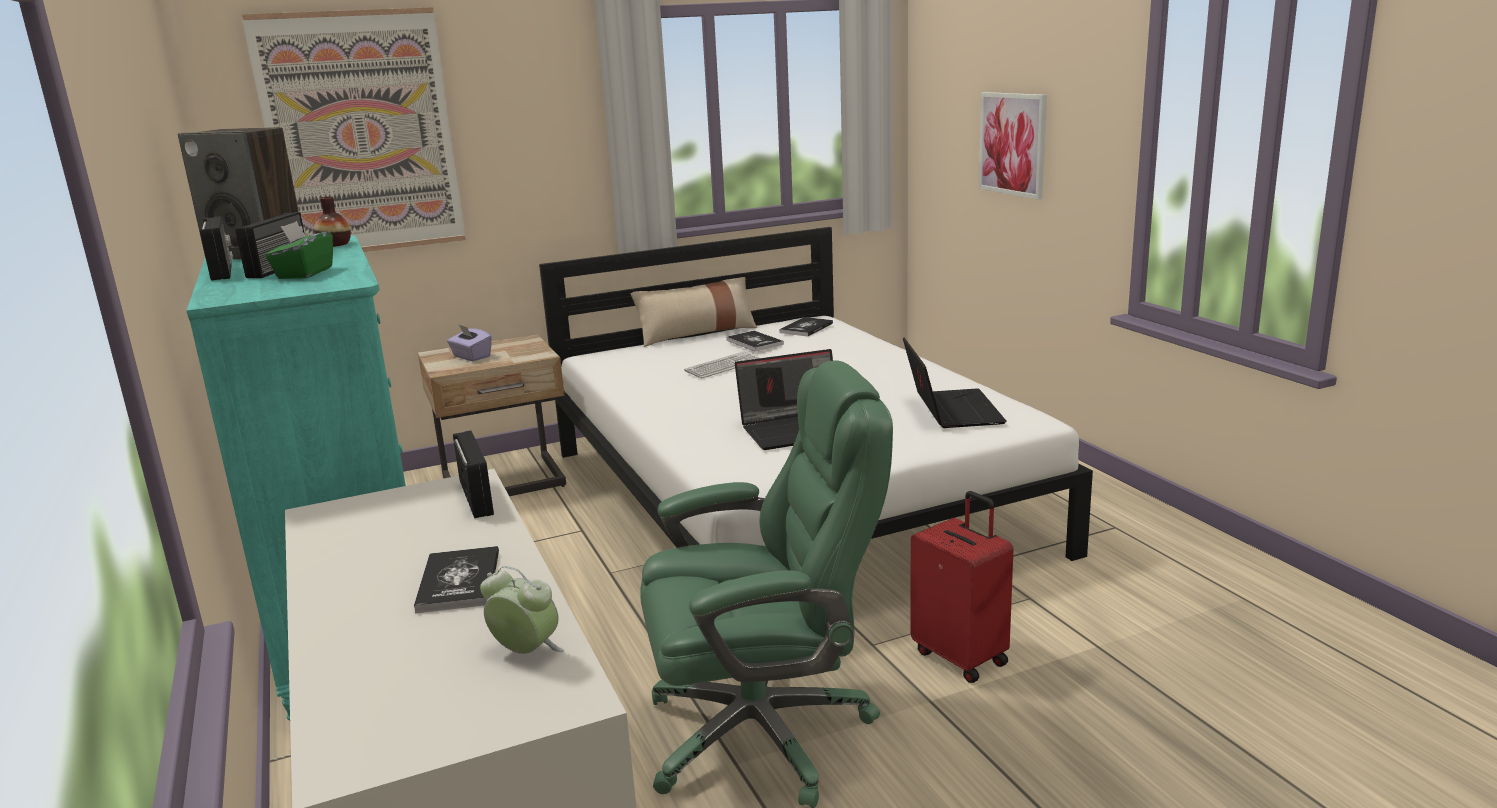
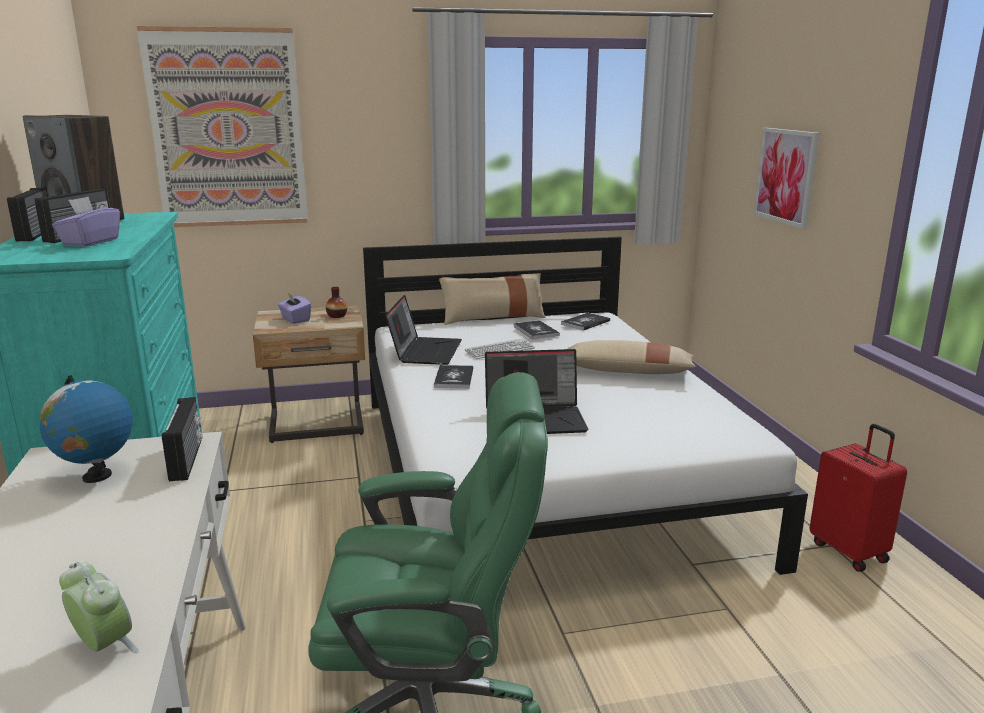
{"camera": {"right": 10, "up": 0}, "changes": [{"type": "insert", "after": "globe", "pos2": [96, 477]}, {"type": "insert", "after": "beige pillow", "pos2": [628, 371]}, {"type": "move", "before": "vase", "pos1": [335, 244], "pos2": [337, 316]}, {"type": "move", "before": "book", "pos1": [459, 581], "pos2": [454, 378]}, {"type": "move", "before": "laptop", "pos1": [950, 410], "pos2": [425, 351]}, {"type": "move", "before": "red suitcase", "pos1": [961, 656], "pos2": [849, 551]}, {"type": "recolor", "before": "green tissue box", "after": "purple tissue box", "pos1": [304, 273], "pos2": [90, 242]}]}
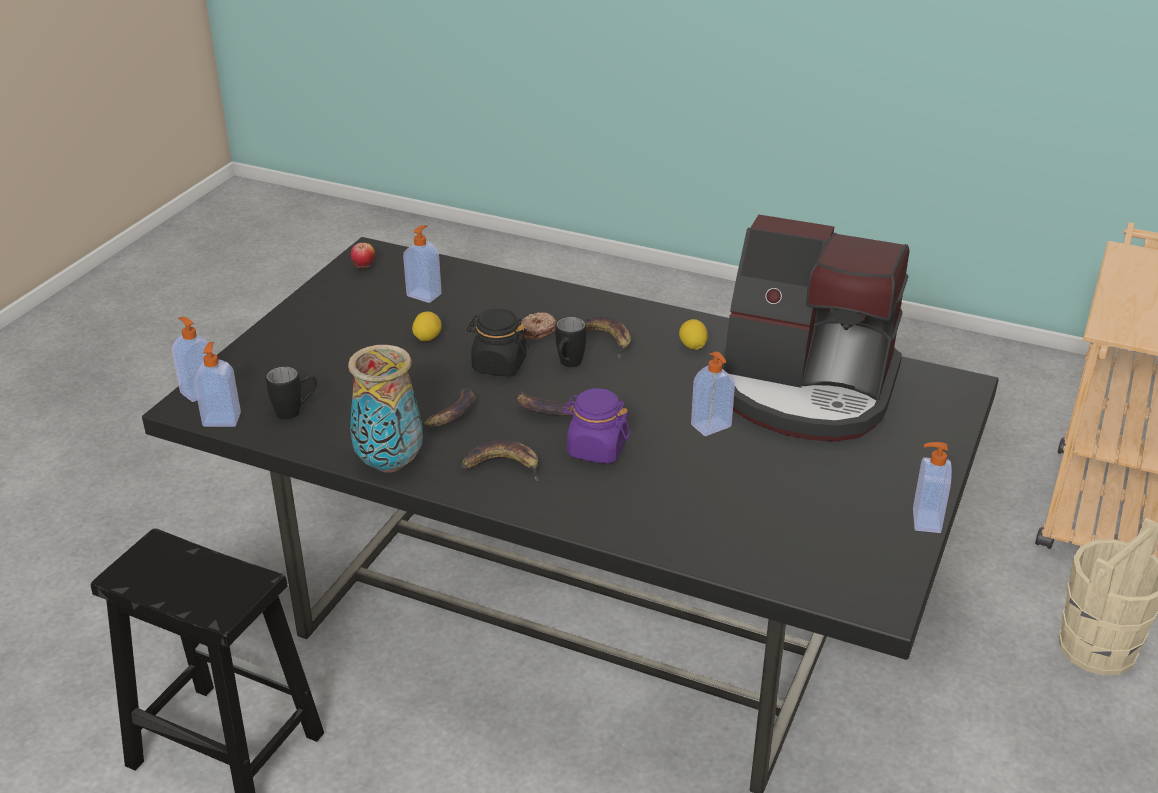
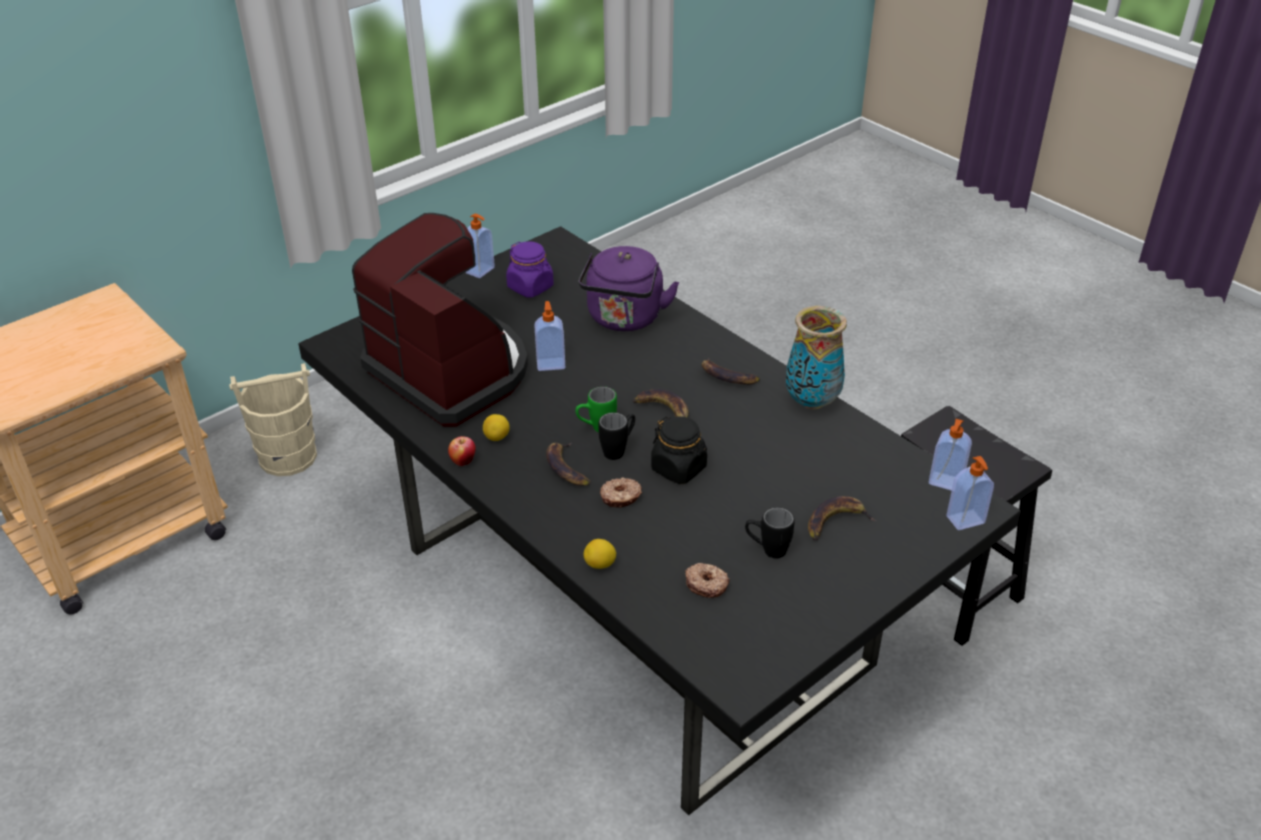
{"camera": {"right": -155, "up": 5}, "changes": [{"type": "insert", "after": "green mug", "pos2": [596, 428]}, {"type": "insert", "after": "purple kettle", "pos2": [624, 319]}, {"type": "move", "before": "black mug", "pos1": [296, 412], "pos2": [767, 550]}, {"type": "move", "before": "apple", "pos1": [364, 267], "pos2": [463, 461]}, {"type": "move", "before": "lemon", "pos1": [427, 338], "pos2": [600, 564]}, {"type": "move", "before": "banana", "pos1": [450, 415], "pos2": [836, 522]}, {"type": "move", "before": "purple jar", "pos1": [596, 449], "pos2": [530, 287]}, {"type": "replace", "before": "soap dispenser", "after": "donut", "pos1": [424, 295], "pos2": [706, 584]}]}
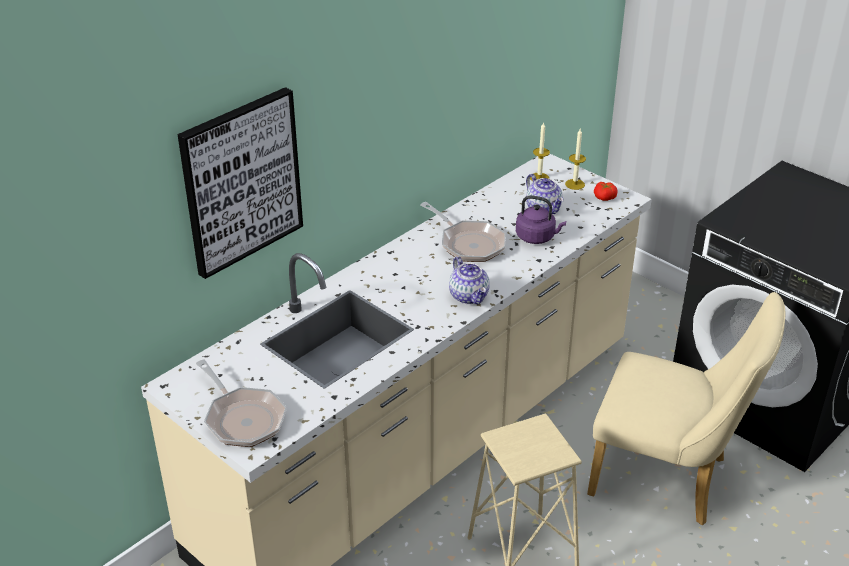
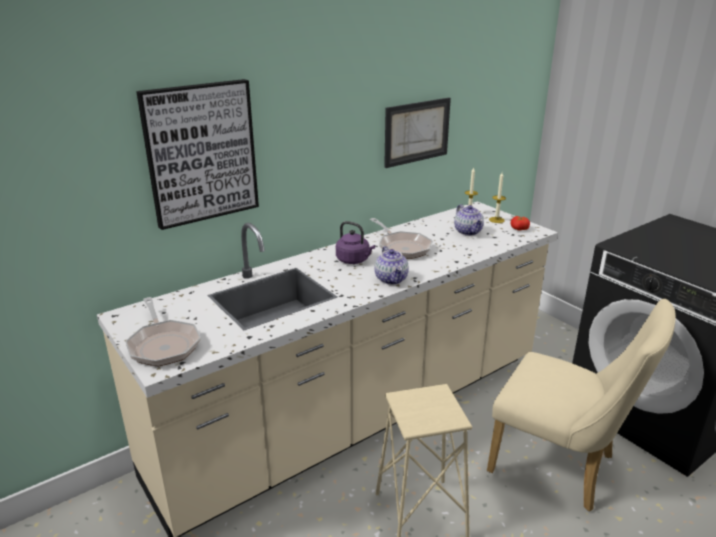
{"camera": {"right": 10, "up": -10}, "changes": [{"type": "insert", "after": "picture", "pos2": [416, 132]}, {"type": "move", "before": "purple kettle", "pos1": [537, 237], "pos2": [354, 260]}]}
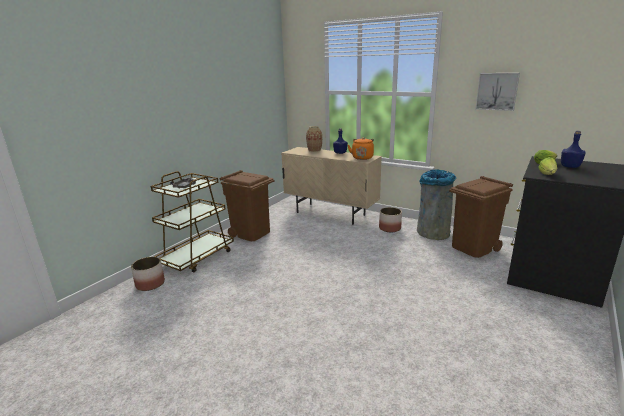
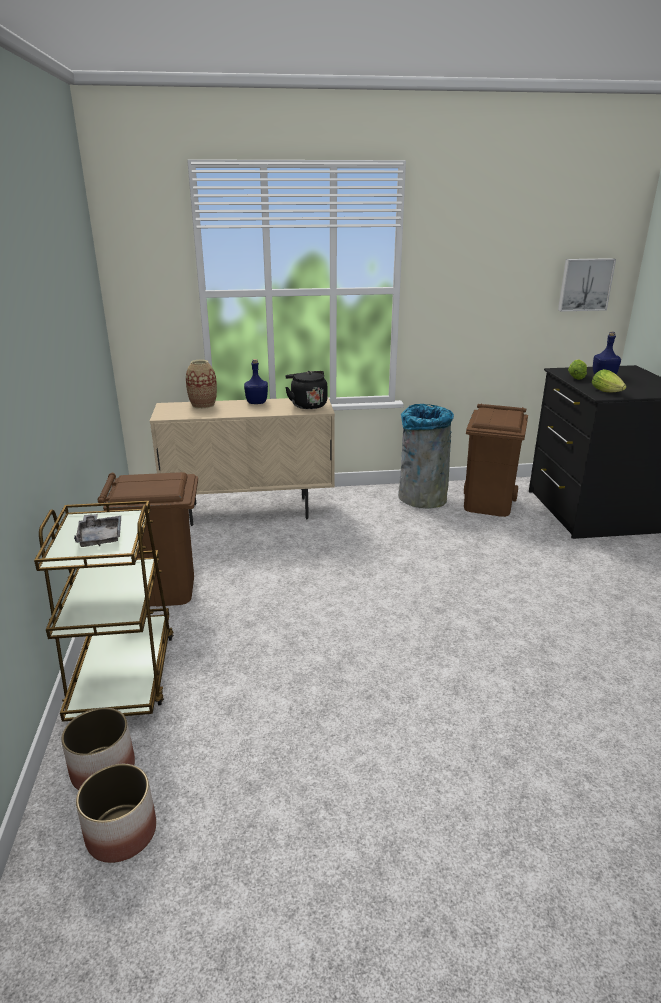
{"camera": {"right": -40, "up": 5}, "changes": [{"type": "move", "before": "planter", "pos1": [390, 228], "pos2": [122, 832]}, {"type": "move", "before": "picture", "pos1": [497, 91], "pos2": [585, 284]}, {"type": "recolor", "before": "orange kettle", "after": "black kettle", "pos1": [362, 157], "pos2": [307, 405]}]}
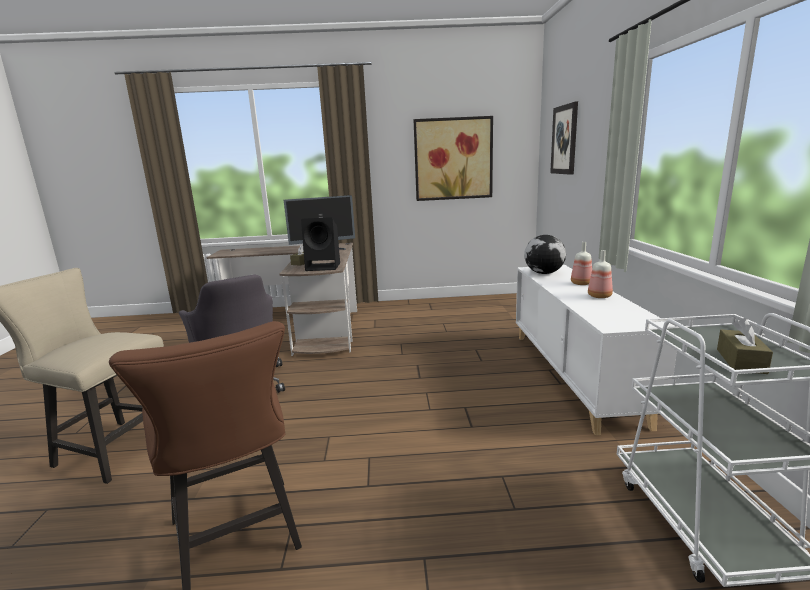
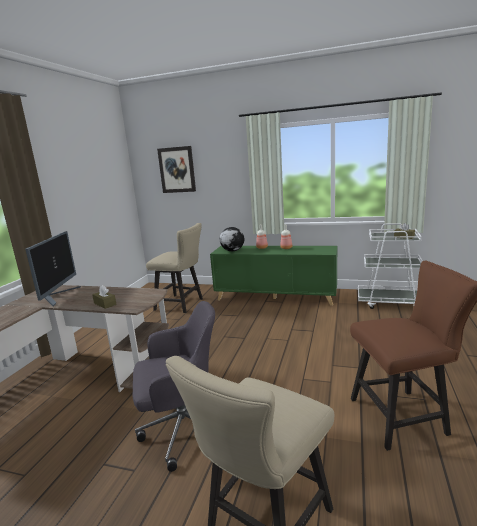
{"camera": {"right": -70, "up": 0}, "changes": [{"type": "delete", "before": "black speaker", "pos1": [324, 267]}, {"type": "delete", "before": "picture", "pos1": [453, 159]}, {"type": "insert", "after": "beige chair", "pos2": [182, 304]}, {"type": "recolor", "before": "white cabinet", "after": "green cabinet", "pos1": [573, 375], "pos2": [275, 297]}]}
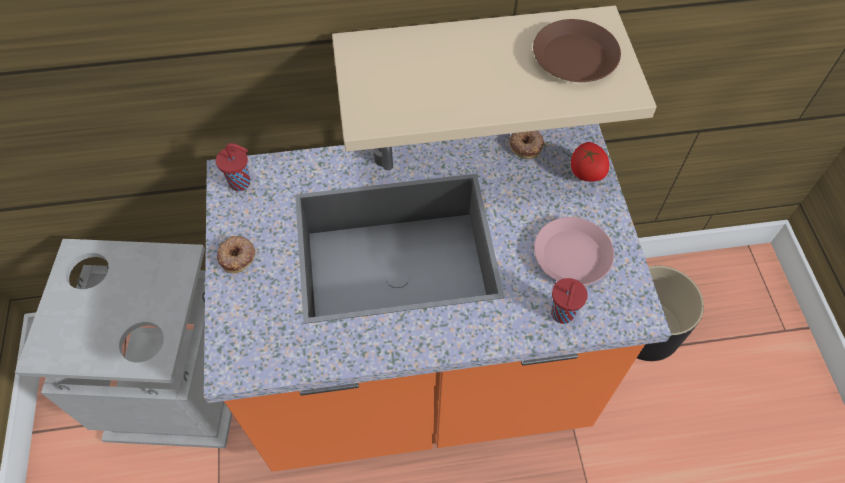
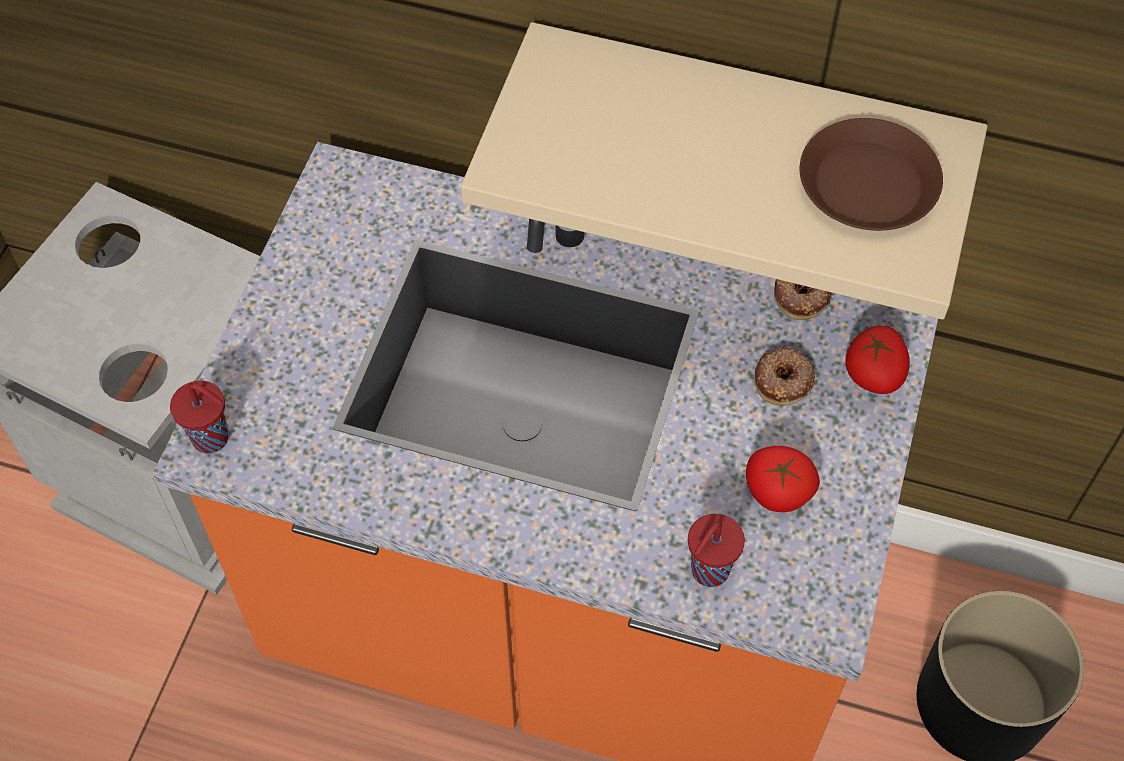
{"camera": {"right": 25, "up": 0}, "changes": [{"type": "move", "before": "red cup", "pos1": [241, 183], "pos2": [213, 439]}, {"type": "move", "before": "donut", "pos1": [237, 256], "pos2": [784, 380]}, {"type": "replace", "before": "pink plate", "after": "tomato", "pos1": [572, 255], "pos2": [776, 492]}]}
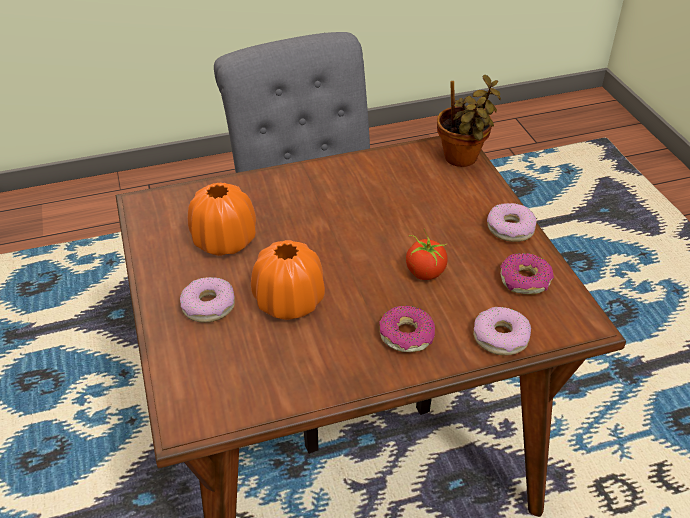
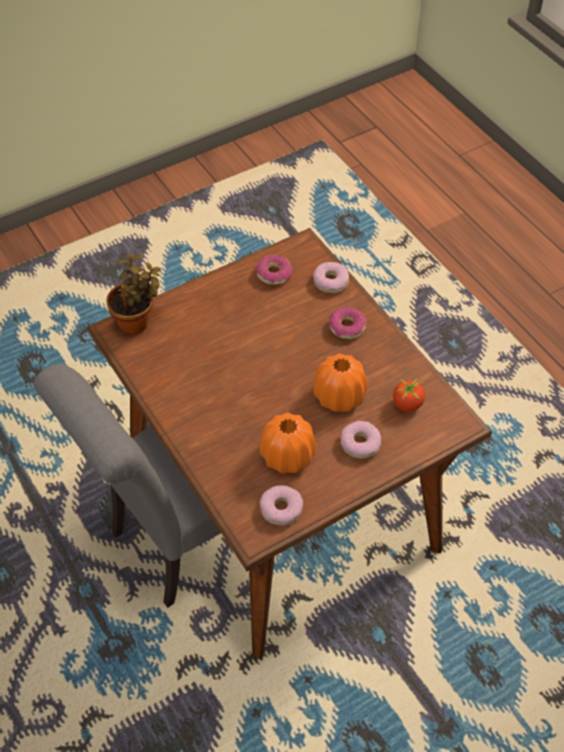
{"camera": {"right": -105, "up": 10}, "changes": [{"type": "move", "before": "tomato", "pos1": [425, 272], "pos2": [407, 404]}, {"type": "move", "before": "donut", "pos1": [510, 228], "pos2": [281, 508]}]}
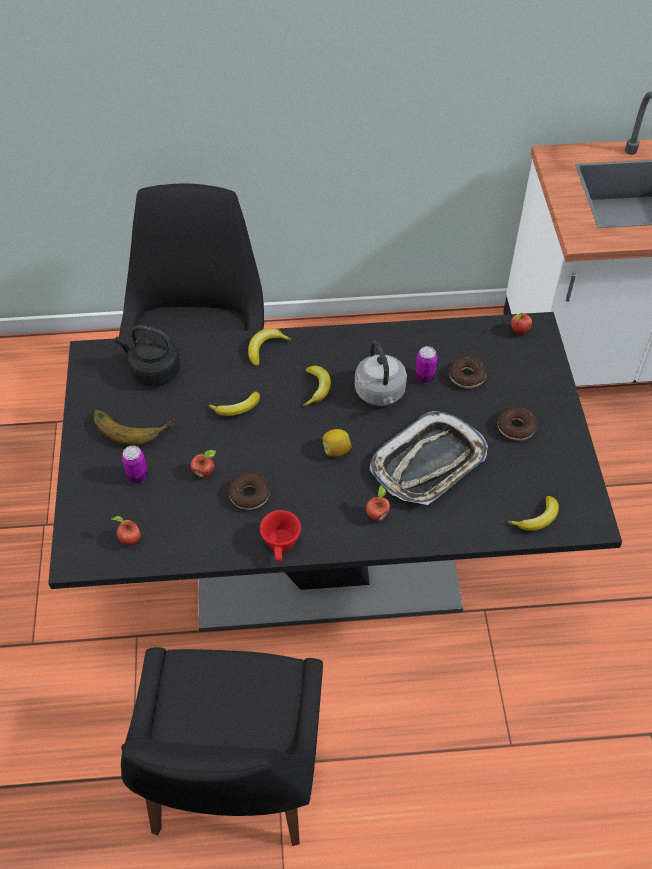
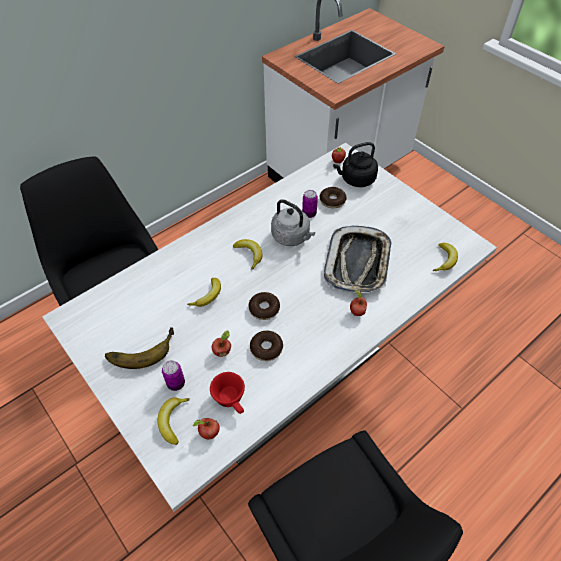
{"camera": {"right": -35, "up": 0}, "changes": [{"type": "delete", "before": "lemon", "pos1": [336, 450]}, {"type": "move", "before": "black kettle", "pos1": [153, 371], "pos2": [356, 179]}, {"type": "move", "before": "banana", "pos1": [265, 348], "pos2": [172, 421]}, {"type": "move", "before": "red cup", "pos1": [281, 546], "pos2": [232, 400]}, {"type": "move", "before": "donut", "pos1": [515, 427], "pos2": [264, 309]}, {"type": "recolor", "before": "black dining table", "after": "white dining table", "pos1": [326, 560], "pos2": [281, 369]}]}
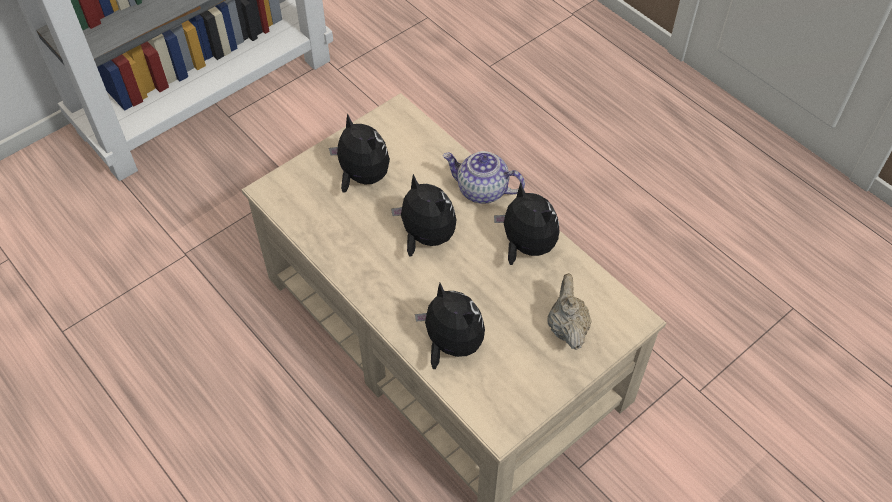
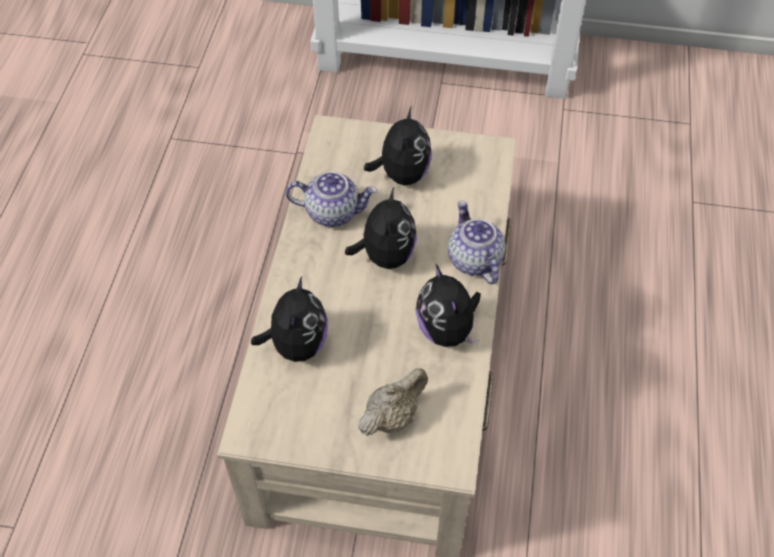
{"camera": {"right": 50, "up": 0}, "changes": [{"type": "insert", "after": "teapot", "pos2": [333, 212]}, {"type": "rotate", "before": "plush toy", "pos1": [526, 246], "pos2": [447, 330], "turn": 150}]}
